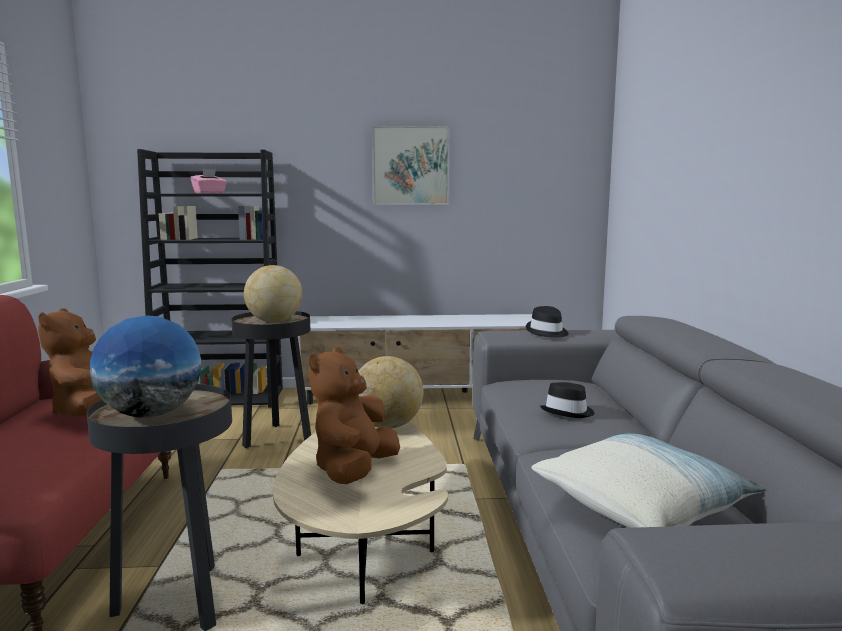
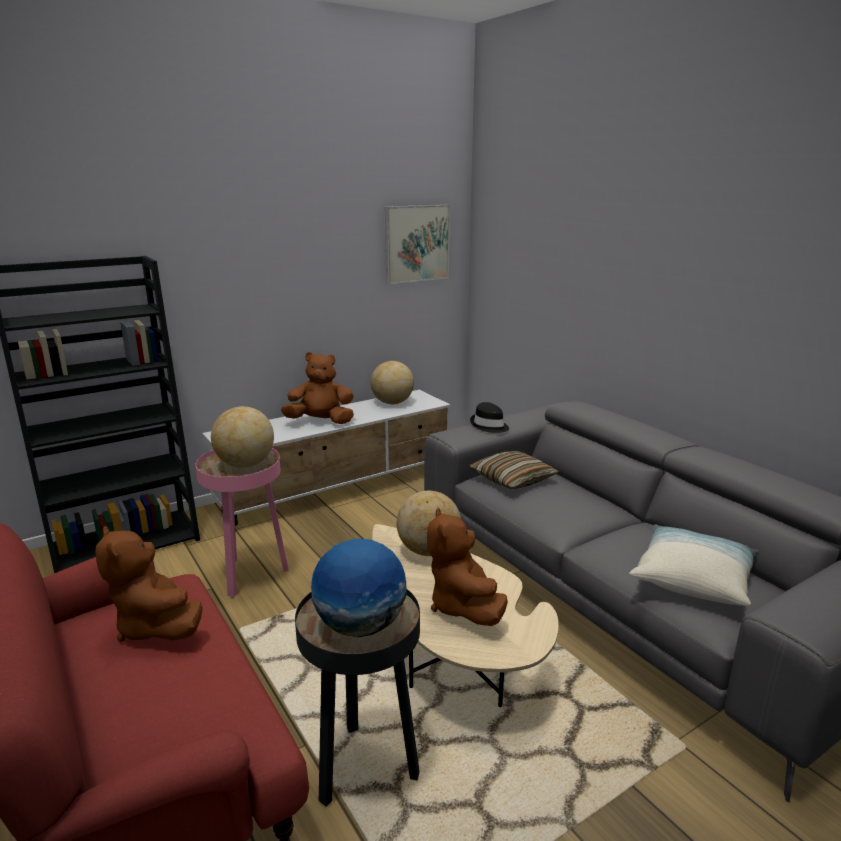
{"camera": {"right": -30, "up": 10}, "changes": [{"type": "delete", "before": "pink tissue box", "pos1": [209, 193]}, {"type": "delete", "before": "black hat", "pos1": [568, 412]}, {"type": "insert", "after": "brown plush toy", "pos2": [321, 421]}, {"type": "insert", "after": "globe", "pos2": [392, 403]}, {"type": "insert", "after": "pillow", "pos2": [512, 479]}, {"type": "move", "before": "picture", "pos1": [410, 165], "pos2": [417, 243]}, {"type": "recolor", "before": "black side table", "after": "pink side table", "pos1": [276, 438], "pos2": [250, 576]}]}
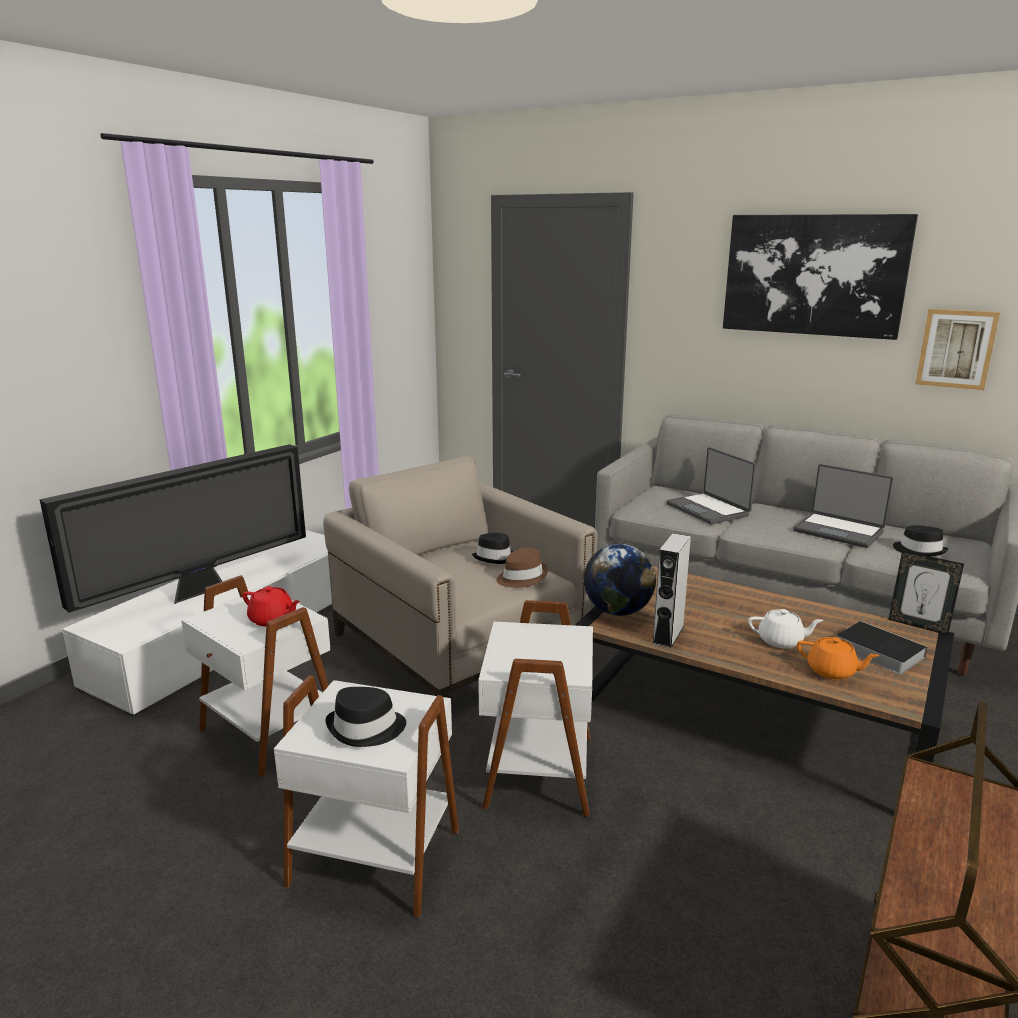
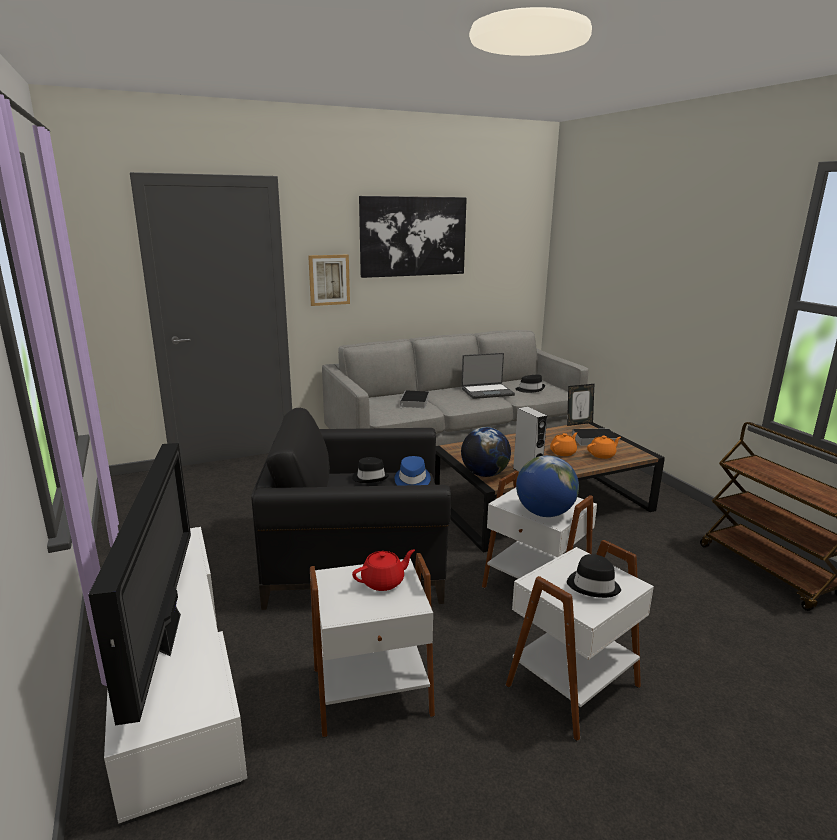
{"camera": {"right": -55, "up": 0}, "changes": [{"type": "insert", "after": "globe", "pos2": [544, 513]}, {"type": "move", "before": "picture", "pos1": [956, 348], "pos2": [329, 280]}, {"type": "replace", "before": "laptop", "after": "book", "pos1": [709, 510], "pos2": [414, 402]}, {"type": "recolor", "before": "beige armchair", "after": "black armchair", "pos1": [460, 644], "pos2": [357, 560]}, {"type": "recolor", "before": "brown hat", "after": "blue hat", "pos1": [521, 577], "pos2": [412, 480]}, {"type": "recolor", "before": "white teapot", "after": "orange teapot", "pos1": [781, 641], "pos2": [563, 452]}]}
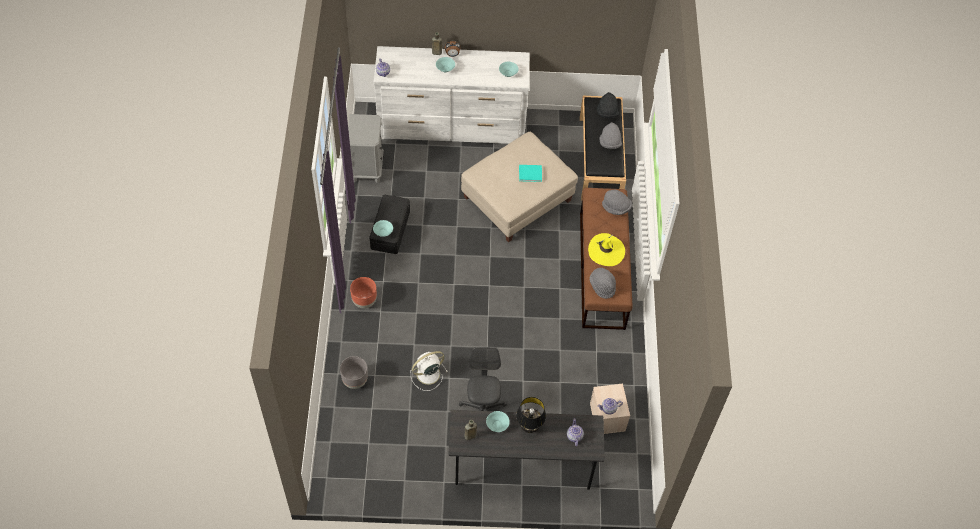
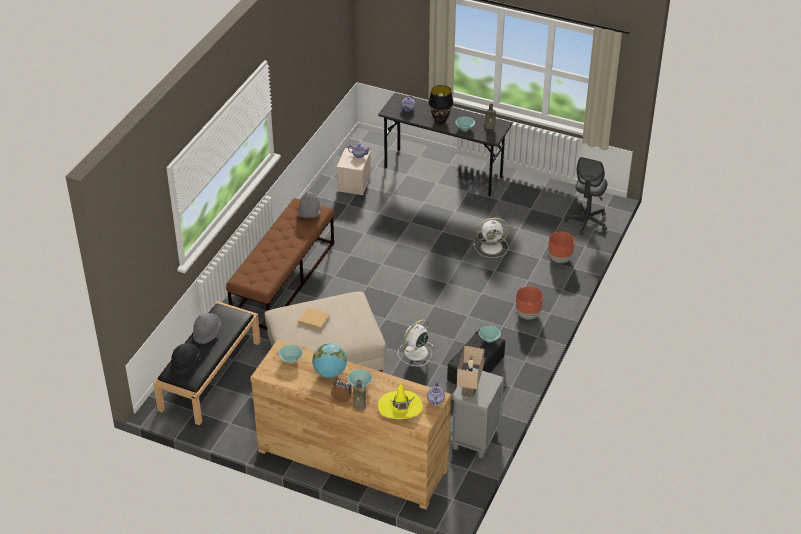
{"camera": {"right": -155, "up": -15}, "changes": [{"type": "delete", "before": "grey hat", "pos1": [616, 207]}, {"type": "insert", "after": "globe", "pos2": [330, 373]}, {"type": "insert", "after": "white fan", "pos2": [415, 353]}, {"type": "insert", "after": "beige table lamp", "pos2": [470, 389]}, {"type": "move", "before": "grey office chair", "pos1": [482, 410], "pos2": [586, 222]}, {"type": "move", "before": "yellow hat", "pos1": [606, 251], "pos2": [400, 407]}, {"type": "recolor", "before": "grey planter", "after": "brown planter", "pos1": [354, 381], "pos2": [560, 259]}, {"type": "recolor", "before": "white dresser", "after": "brown dresser", "pos1": [452, 125], "pos2": [352, 458]}, {"type": "recolor", "before": "turquoise book", "after": "beige book", "pos1": [531, 174], "pos2": [313, 319]}]}
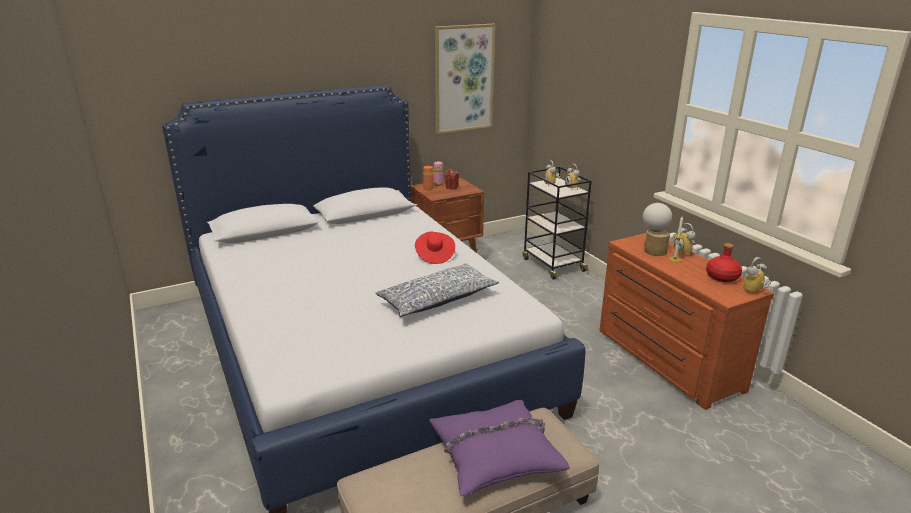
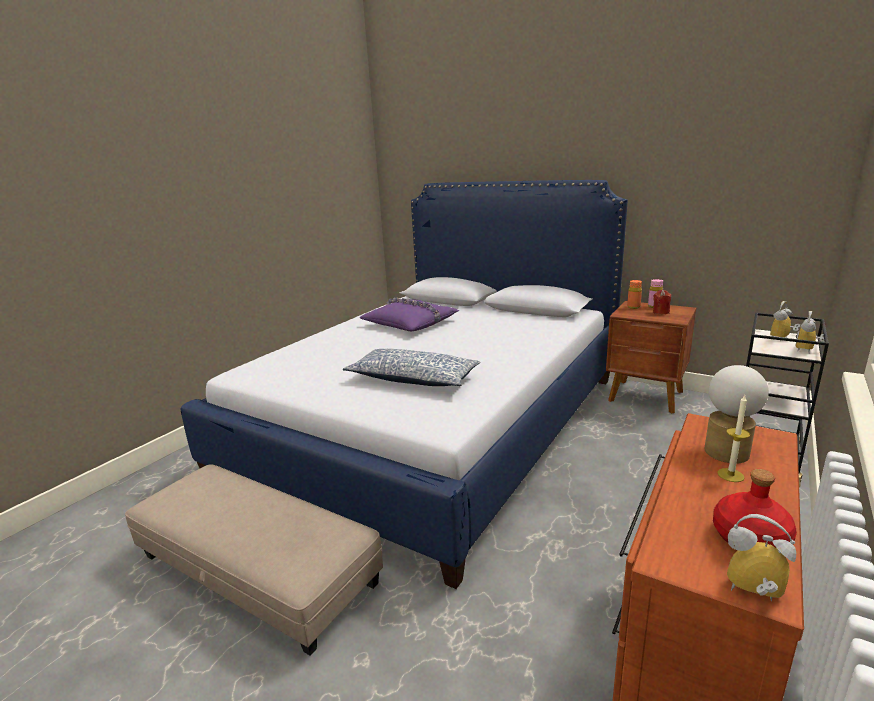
{"camera": {"right": 60, "up": -5}, "changes": [{"type": "delete", "before": "red hat", "pos1": [434, 256]}, {"type": "delete", "before": "picture", "pos1": [463, 79]}, {"type": "delete", "before": "alarm clock", "pos1": [685, 252]}, {"type": "move", "before": "purple pillow", "pos1": [495, 454], "pos2": [411, 323]}]}
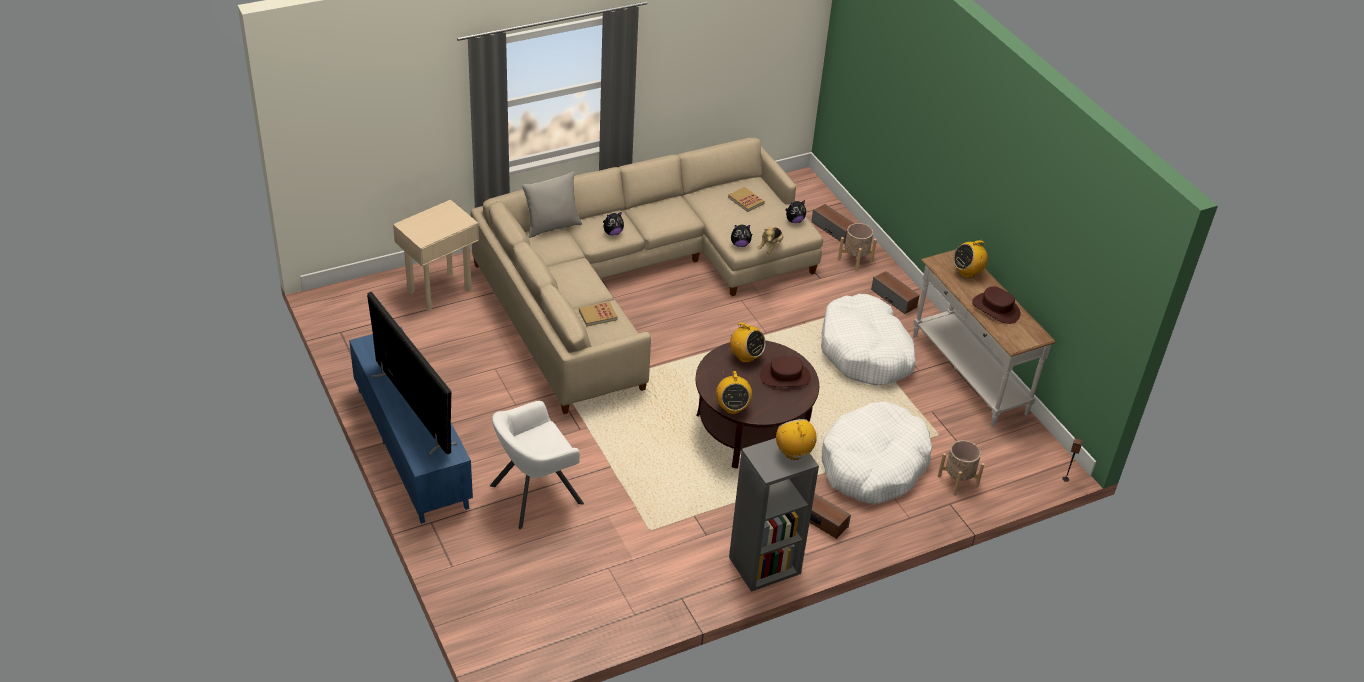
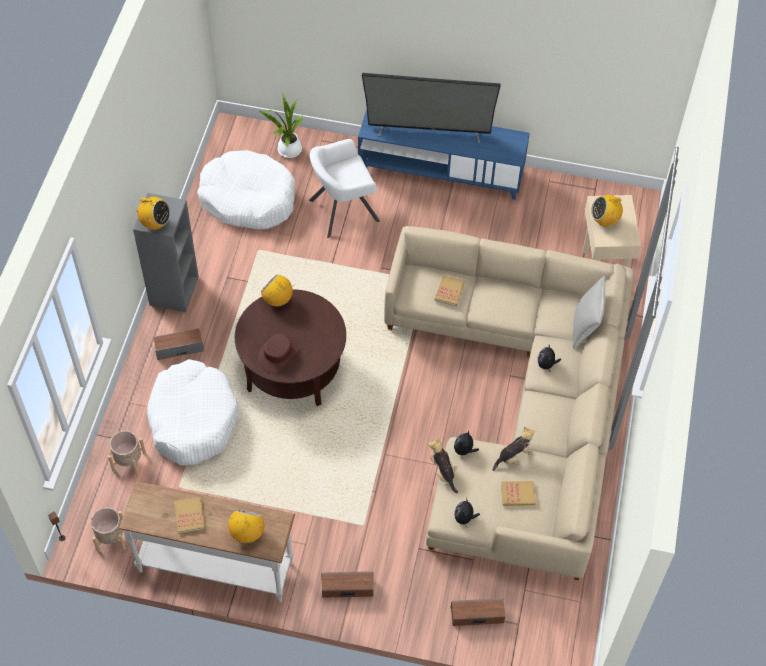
{"camera": {"right": 130, "up": 15}, "changes": [{"type": "insert", "after": "potted plant", "pos2": [287, 150]}, {"type": "insert", "after": "plush toy", "pos2": [513, 457]}, {"type": "move", "before": "radio", "pos1": [745, 357], "pos2": [604, 220]}, {"type": "move", "before": "white dog bed", "pos1": [865, 352], "pos2": [248, 198]}, {"type": "move", "before": "beige planter", "pos1": [855, 260], "pos2": [111, 538]}, {"type": "replace", "before": "brown hat", "after": "book", "pos1": [996, 309], "pos2": [189, 516]}, {"type": "rotate", "before": "white armchair", "pos1": [535, 494], "pos2": [343, 210], "turn": -120}]}
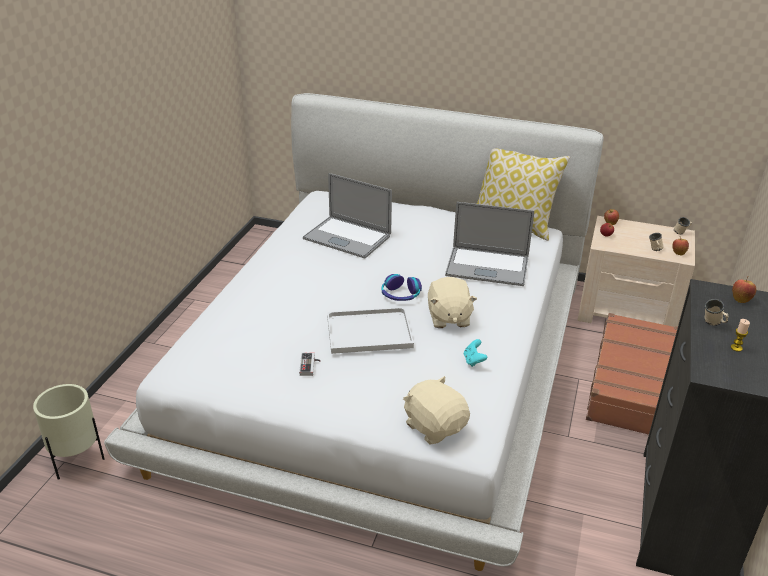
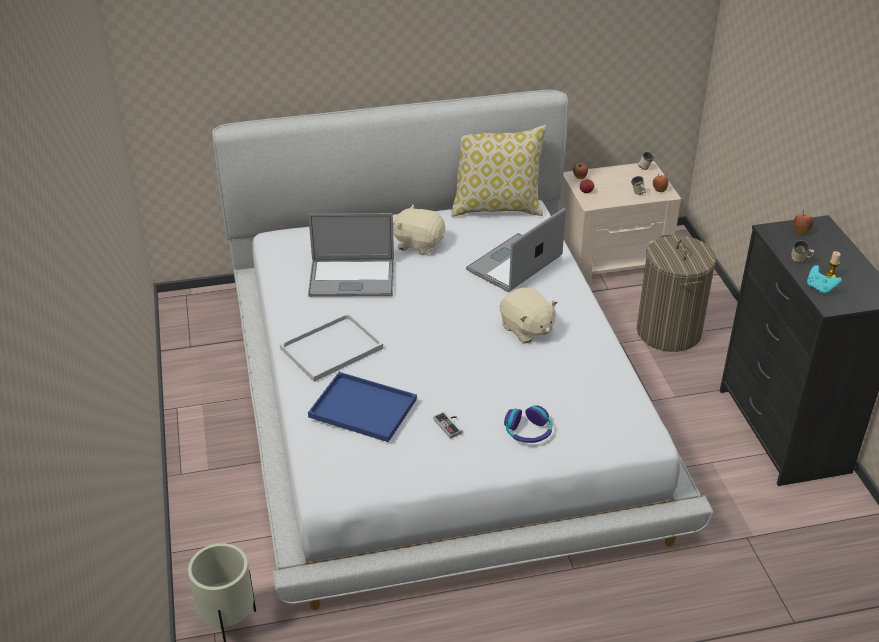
{"camera": {"right": -30, "up": 5}, "changes": [{"type": "insert", "after": "blue tray", "pos2": [365, 408]}, {"type": "move", "before": "white tray", "pos1": [367, 332], "pos2": [330, 350]}, {"type": "move", "before": "headphones", "pos1": [400, 295], "pos2": [528, 431]}, {"type": "move", "before": "beige plush toy", "pos1": [435, 426], "pos2": [418, 244]}, {"type": "move", "before": "turquoise game controller", "pos1": [473, 361], "pos2": [820, 288]}, {"type": "replace", "before": "brown suitcase", "after": "laundry basket", "pos1": [633, 386], "pos2": [668, 331]}, {"type": "rotate", "before": "laptop", "pos1": [487, 267], "pos2": [514, 263], "turn": 150}]}
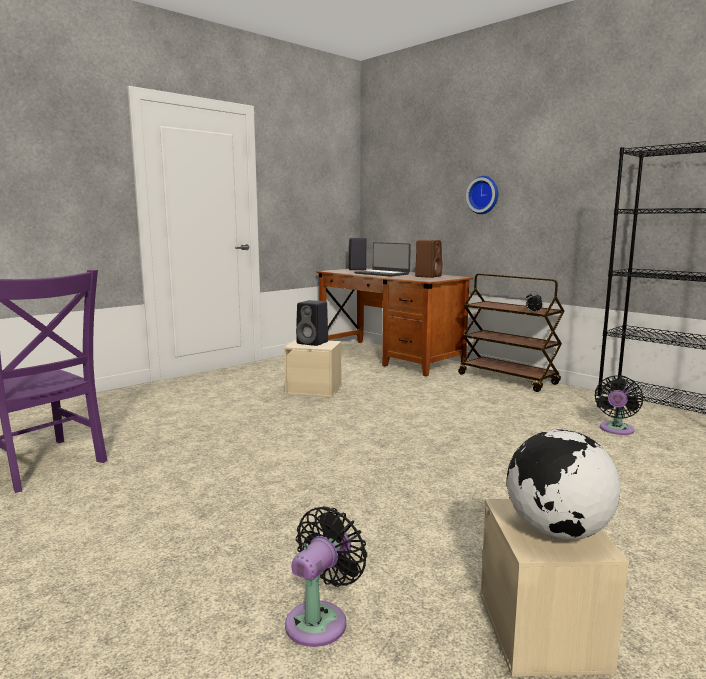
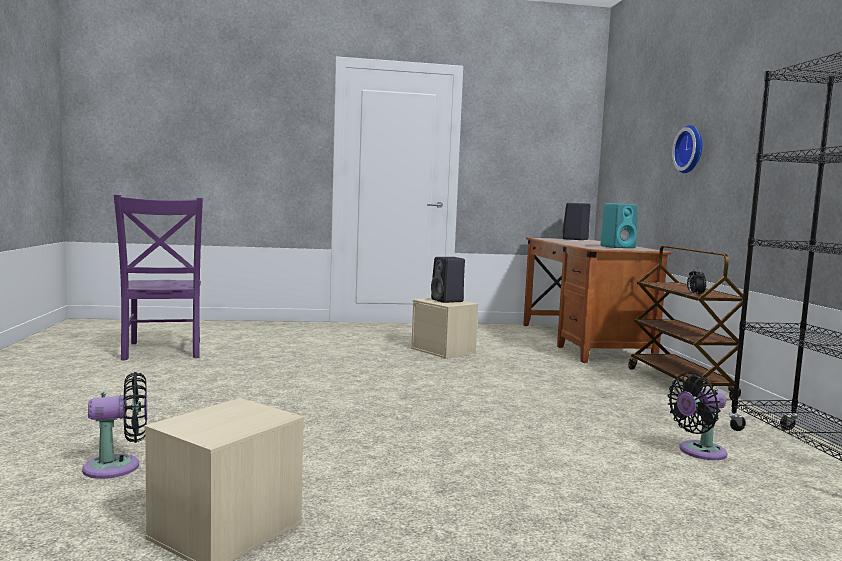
{"camera": {"right": 35, "up": -5}, "changes": [{"type": "delete", "before": "laptop", "pos1": [382, 273]}, {"type": "delete", "before": "globe", "pos1": [557, 533]}, {"type": "recolor", "before": "brown speaker", "after": "turquoise speaker", "pos1": [428, 276], "pos2": [618, 247]}]}
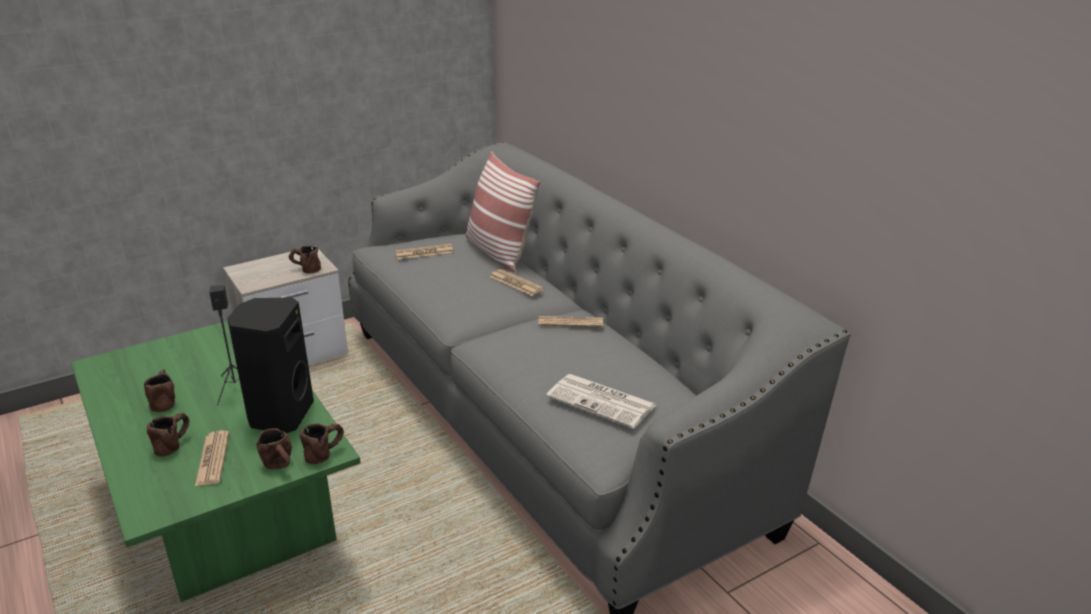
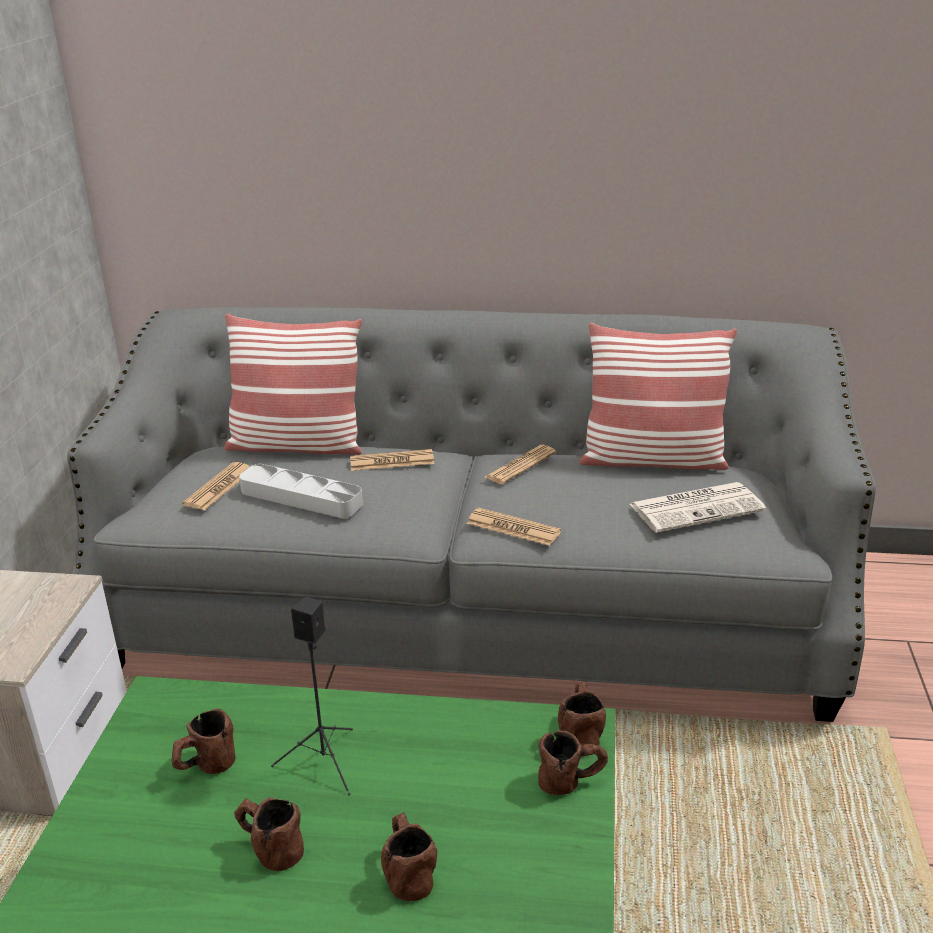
{"camera": {"right": -50, "up": 0}, "changes": [{"type": "delete", "before": "black speaker", "pos1": [279, 415]}, {"type": "insert", "after": "grey tray", "pos2": [301, 497]}, {"type": "insert", "after": "pillow", "pos2": [652, 460]}, {"type": "move", "before": "newspaper", "pos1": [212, 459], "pos2": [513, 528]}, {"type": "move", "before": "brown mug", "pos1": [305, 269], "pos2": [205, 767]}]}
